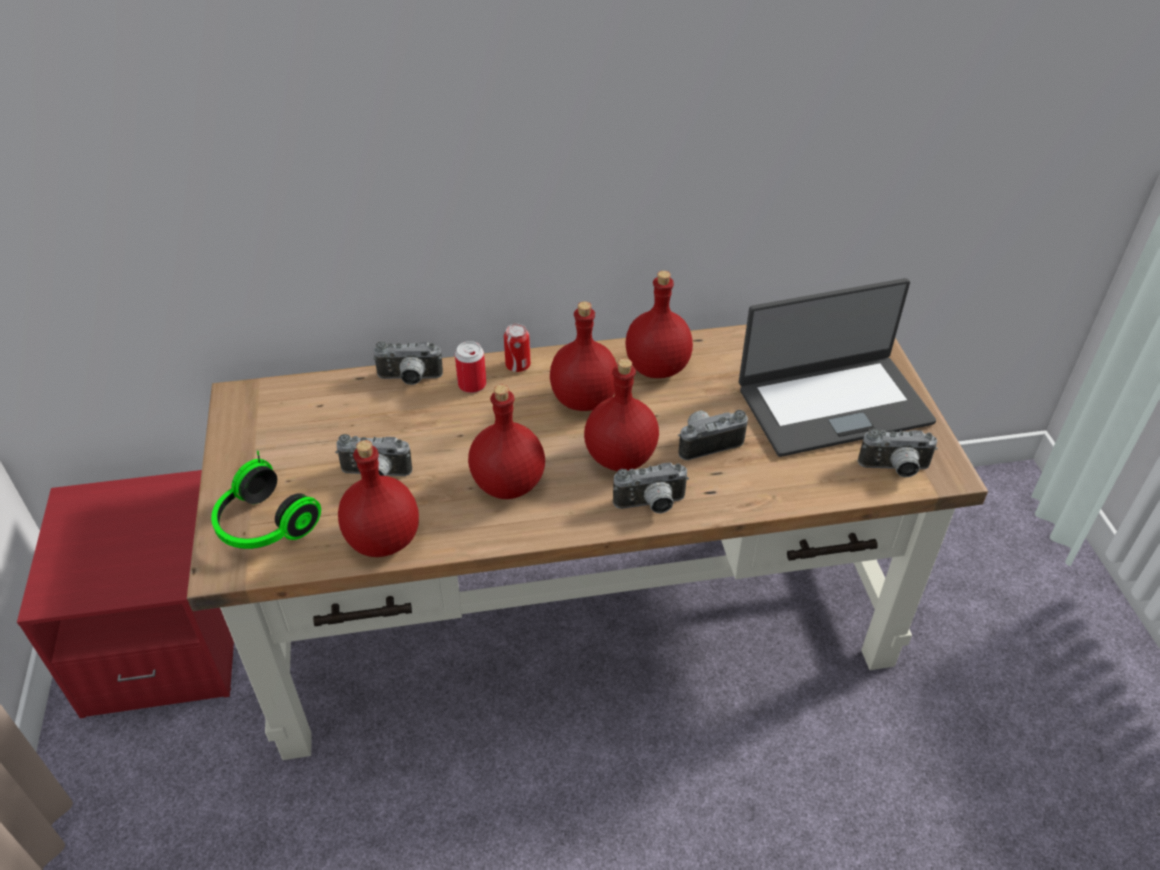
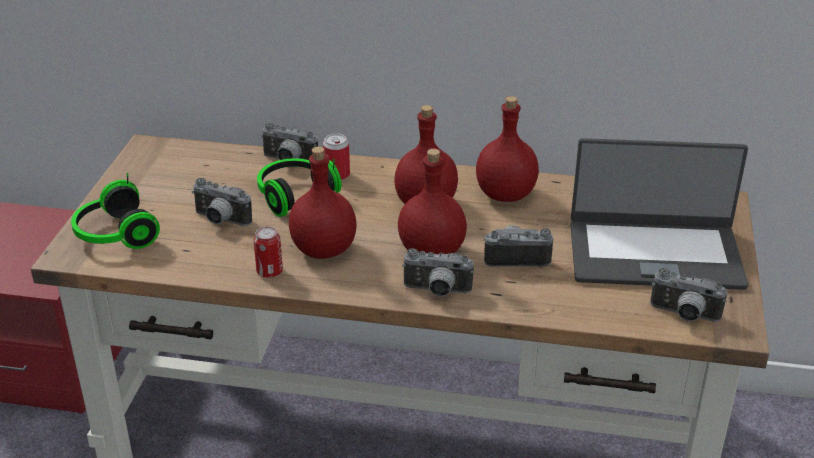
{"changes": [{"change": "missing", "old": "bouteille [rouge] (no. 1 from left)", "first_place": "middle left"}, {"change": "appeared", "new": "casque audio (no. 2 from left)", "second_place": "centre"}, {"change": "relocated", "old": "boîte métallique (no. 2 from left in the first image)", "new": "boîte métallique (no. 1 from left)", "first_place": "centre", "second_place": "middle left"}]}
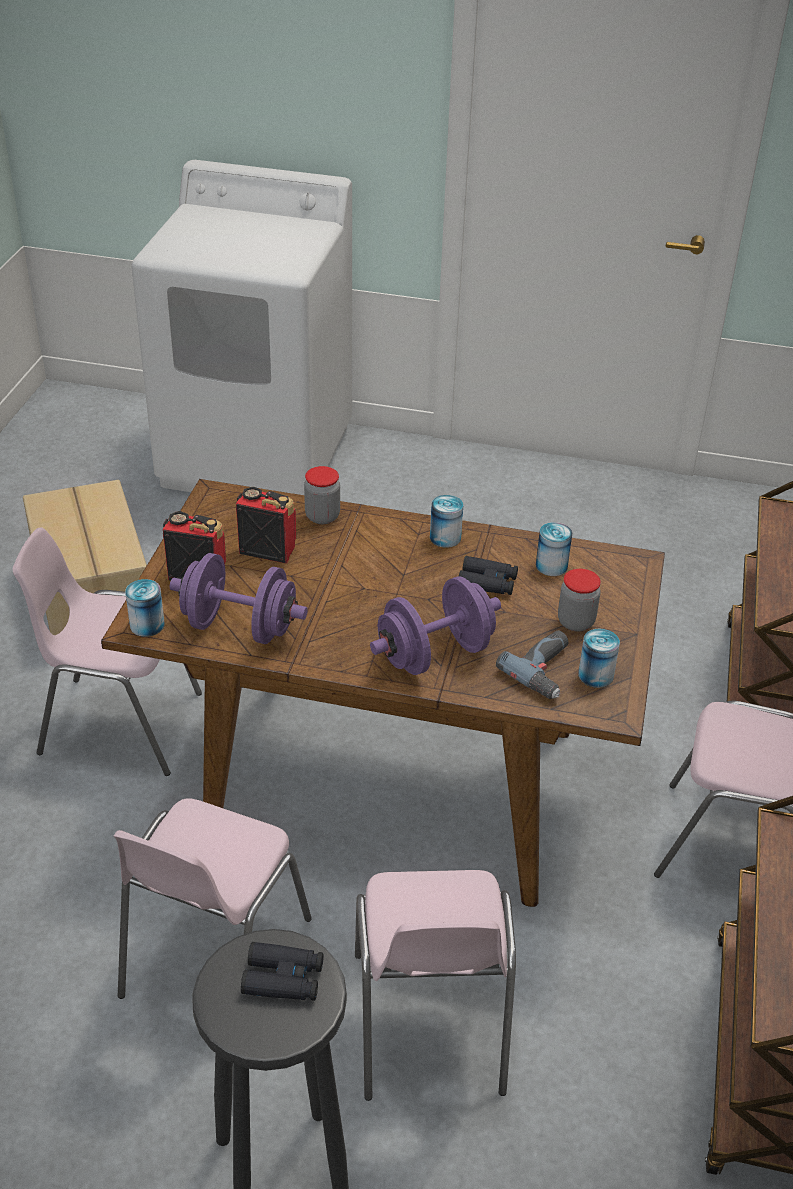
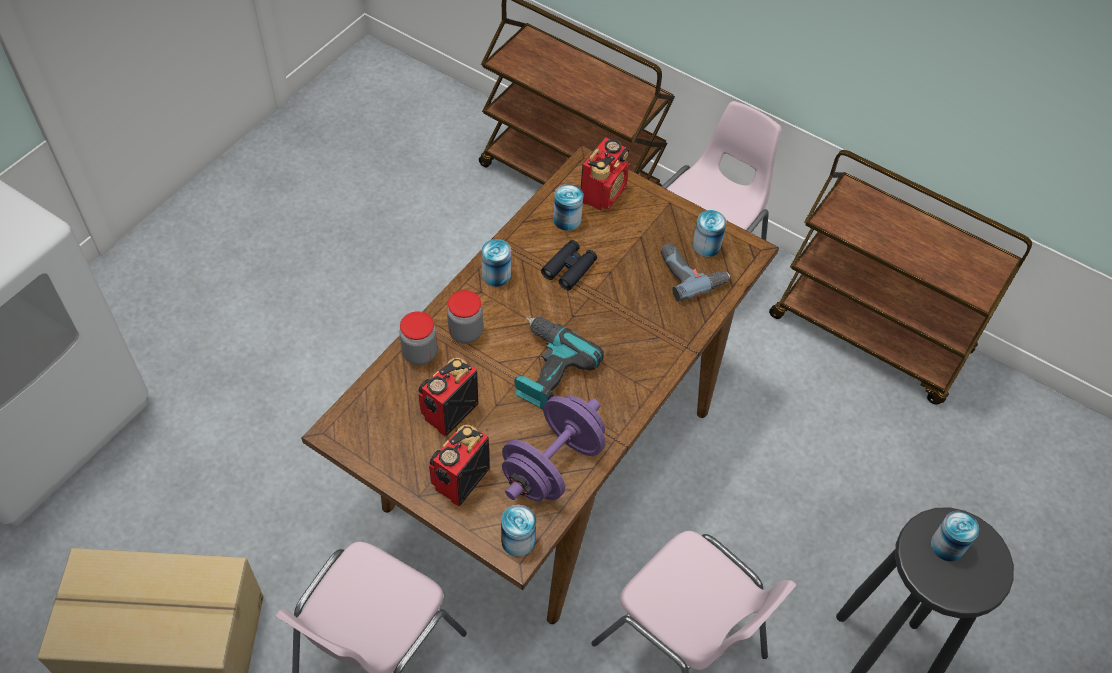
{"changes": [{"change": "missing", "old": "chaise [rose] (no. 3 from left)", "first_place": "bottom centre"}, {"change": "missing", "old": "haltère [violet] (no. 2 from left)", "first_place": "centre"}, {"change": "appeared", "new": "perceuse (no. 1 from left)", "second_place": "centre"}, {"change": "appeared", "new": "radio (no. 3 from left)", "second_place": "top centre"}, {"change": "relocated", "old": "bocal (no. 2 from left)", "first_place": "middle right", "second_place": "centre"}, {"change": "exchanged", "old": "jumelles [noir] (no. 1 from left)", "new": "boîte métallique (no. 5 from left)", "first_place": "bottom centre", "second_place": "bottom right"}]}
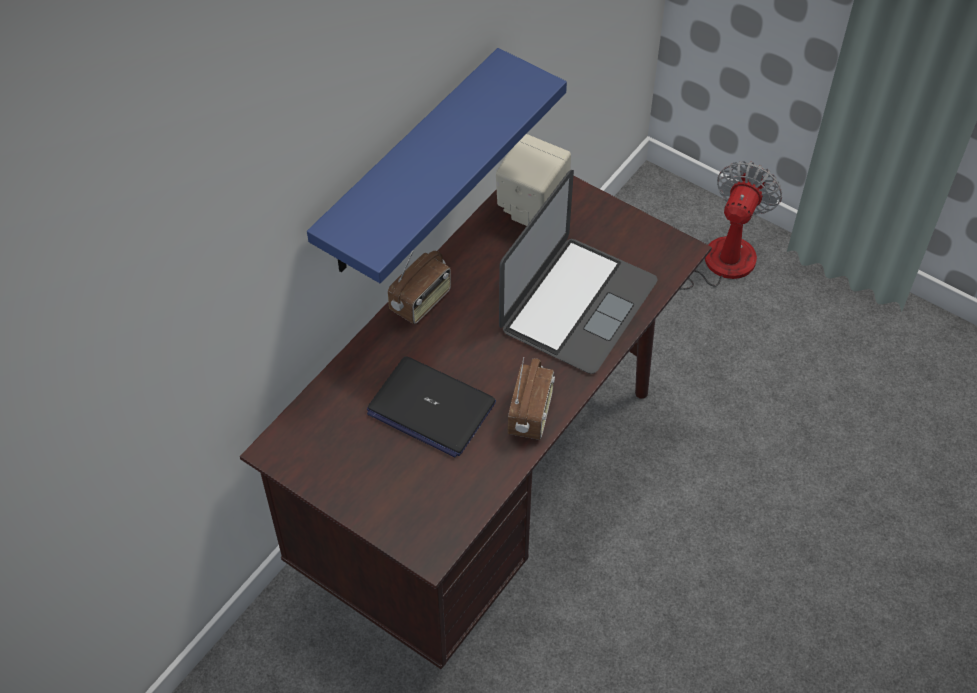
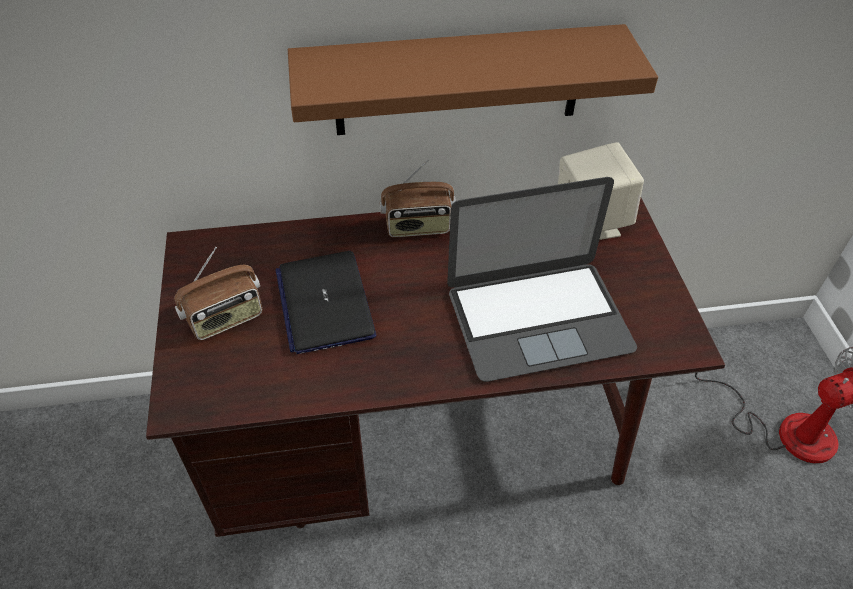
{"changes": [{"change": "relocated", "old": "radio (no. 2 from left in the first image)", "new": "radio (no. 1 from left)", "first_place": "centre", "second_place": "middle left"}, {"change": "colour", "old": "étagère [bleu]", "new": "étagère [marron]", "first_place": "top centre", "second_place": "top centre"}]}
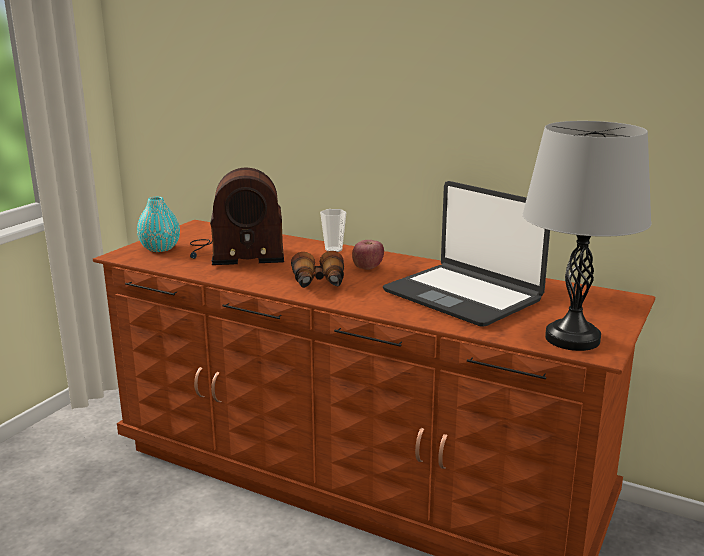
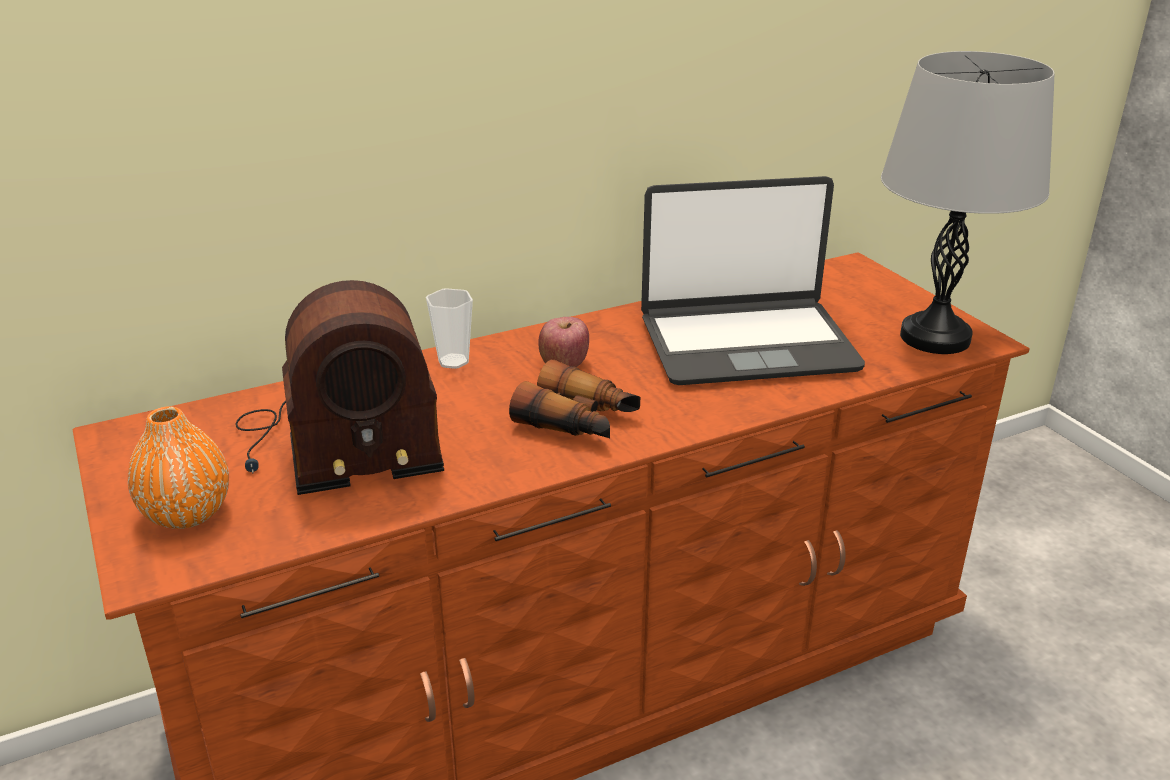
{"changes": [{"change": "colour", "old": "vase [turquoise]", "new": "vase [orange]", "first_place": "middle left", "second_place": "middle left"}, {"change": "spun", "old": "radio", "first_place": "centre", "second_place": "middle left", "degrees": 45}]}
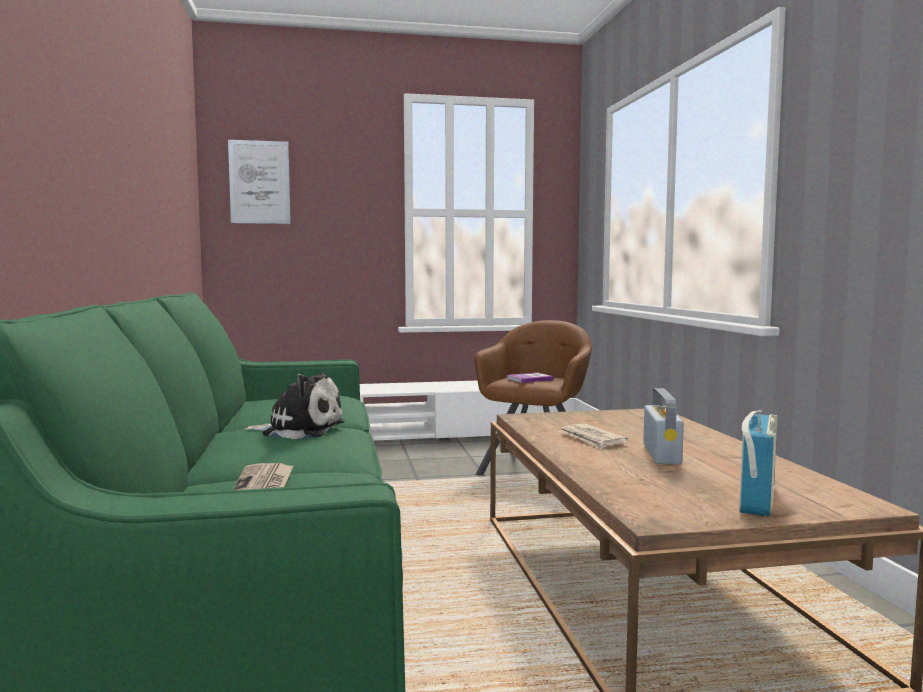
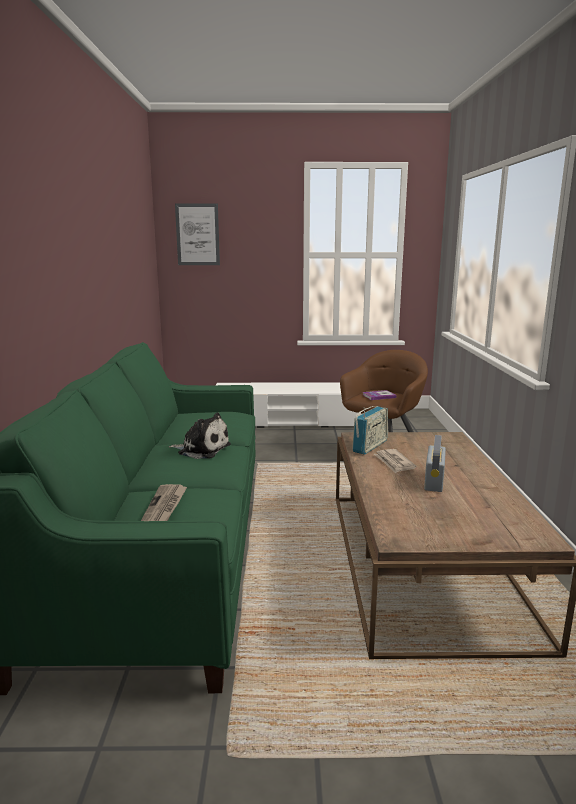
{"changes": [{"change": "relocated", "old": "radio (no. 2 from left in the first image)", "new": "radio (no. 1 from left)", "first_place": "bottom right", "second_place": "centre"}]}
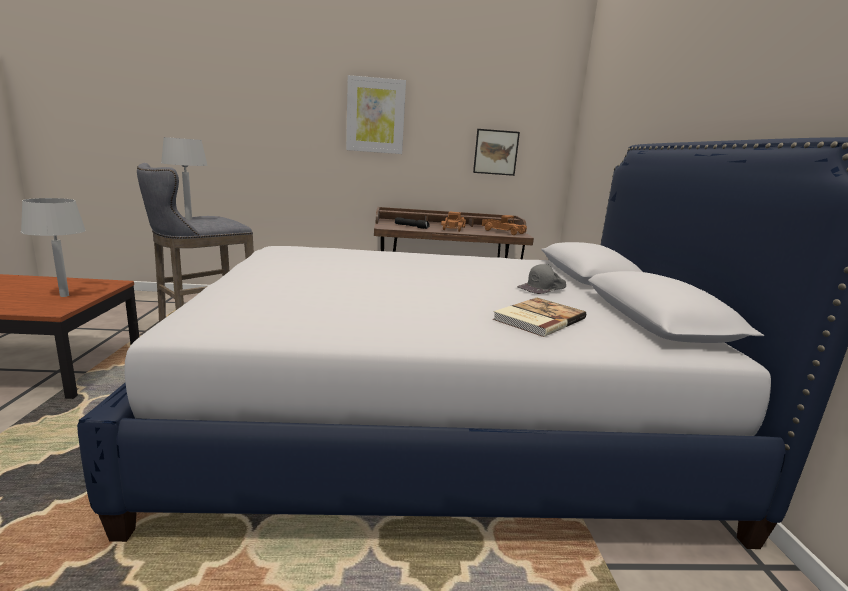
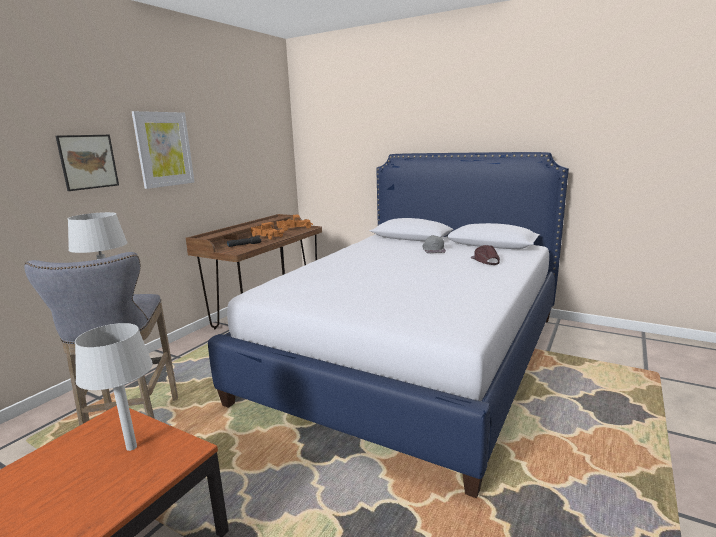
{"changes": [{"change": "relocated", "old": "tableau (no. 2 from left in the first image)", "new": "tableau (no. 1 from left)", "first_place": "top centre", "second_place": "top left"}, {"change": "exchanged", "old": "livre", "new": "casquette [marron]", "first_place": "centre", "second_place": "middle right"}]}
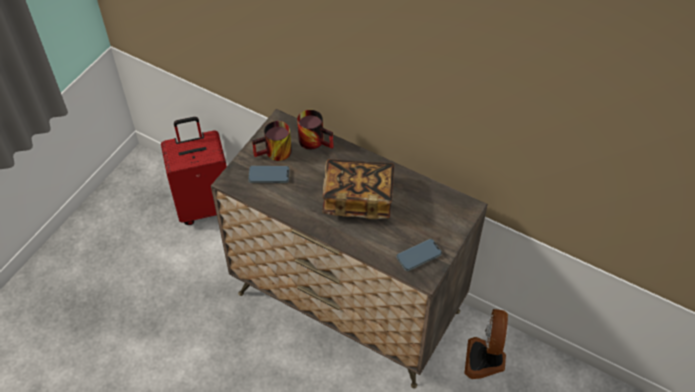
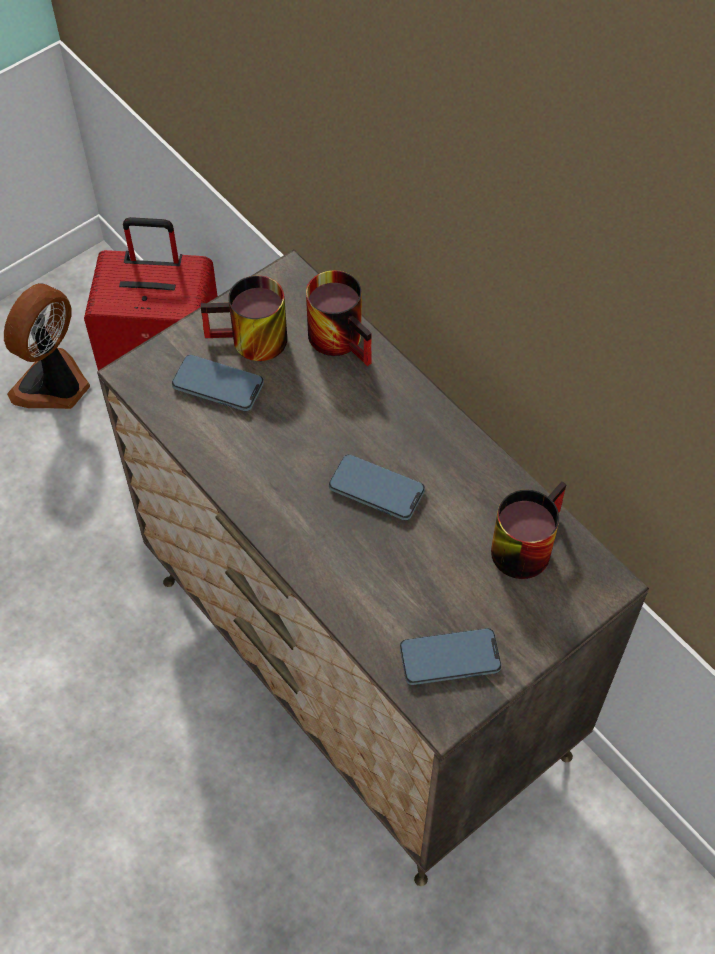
{"changes": [{"change": "appeared", "new": "mug (no. 3 from left)", "second_place": "middle right"}, {"change": "relocated", "old": "ventilateur", "first_place": "bottom right", "second_place": "middle left"}, {"change": "exchanged", "old": "livre", "new": "téléphone (no. 2 from left)", "first_place": "centre", "second_place": "centre"}]}
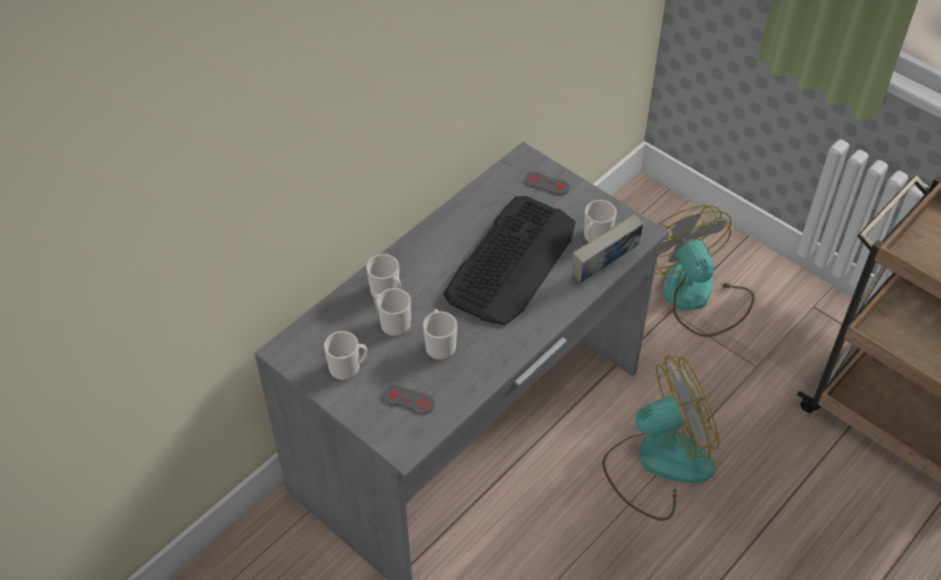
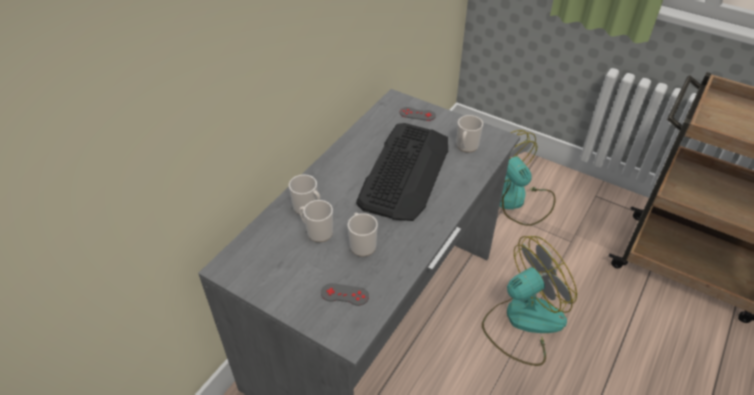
{"changes": [{"change": "missing", "old": "mug (no. 1 from left)", "first_place": "centre"}, {"change": "missing", "old": "livre", "first_place": "centre"}]}
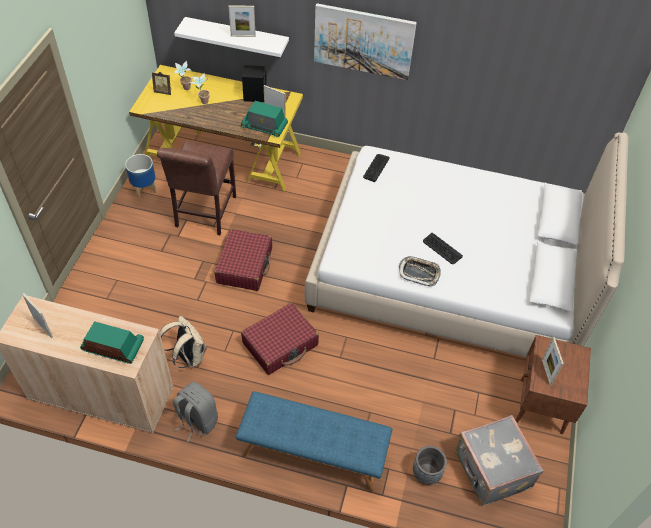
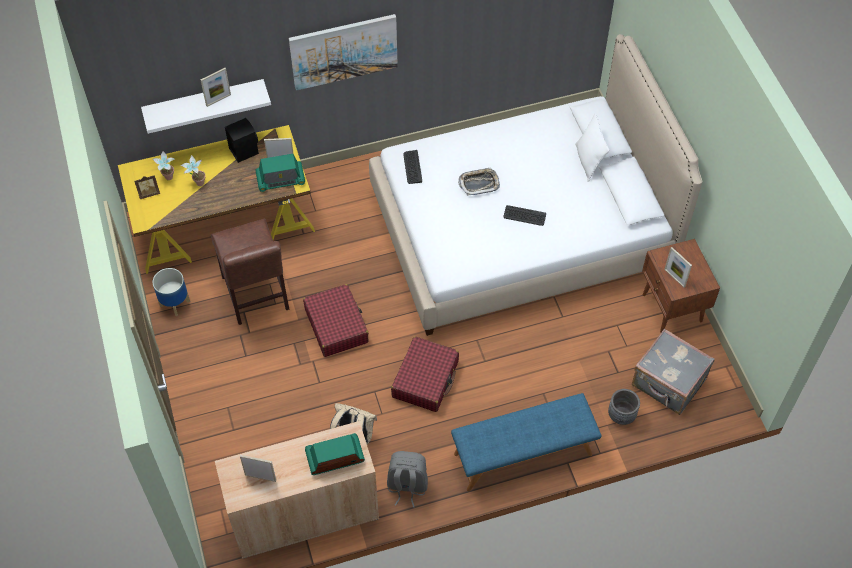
{"changes": [{"change": "appeared", "new": "coussin [blanc]", "second_place": "top right"}, {"change": "relocated", "old": "plateau", "first_place": "centre", "second_place": "top centre"}]}
